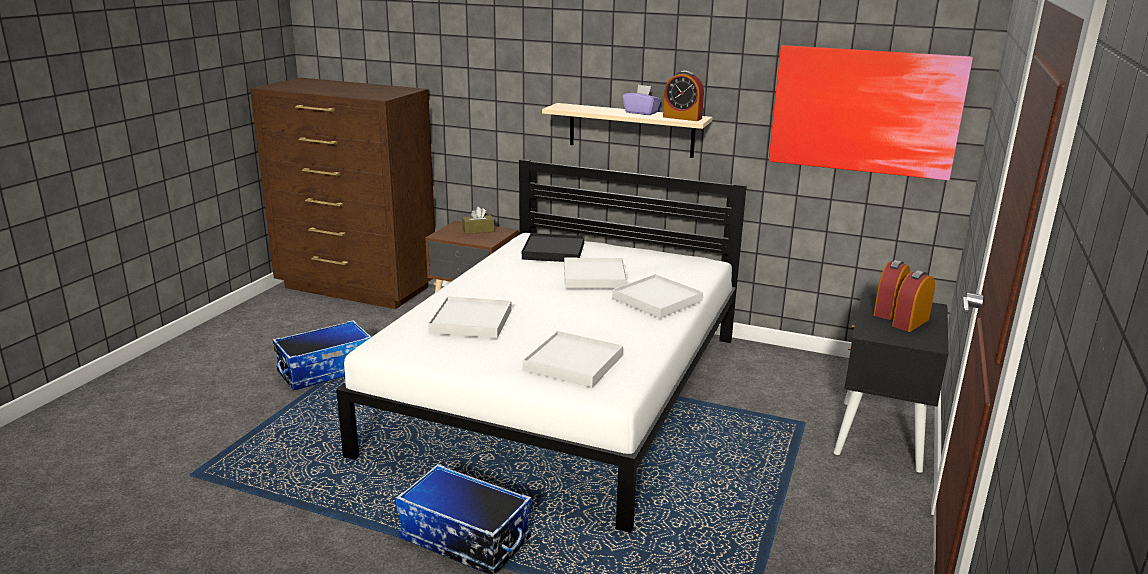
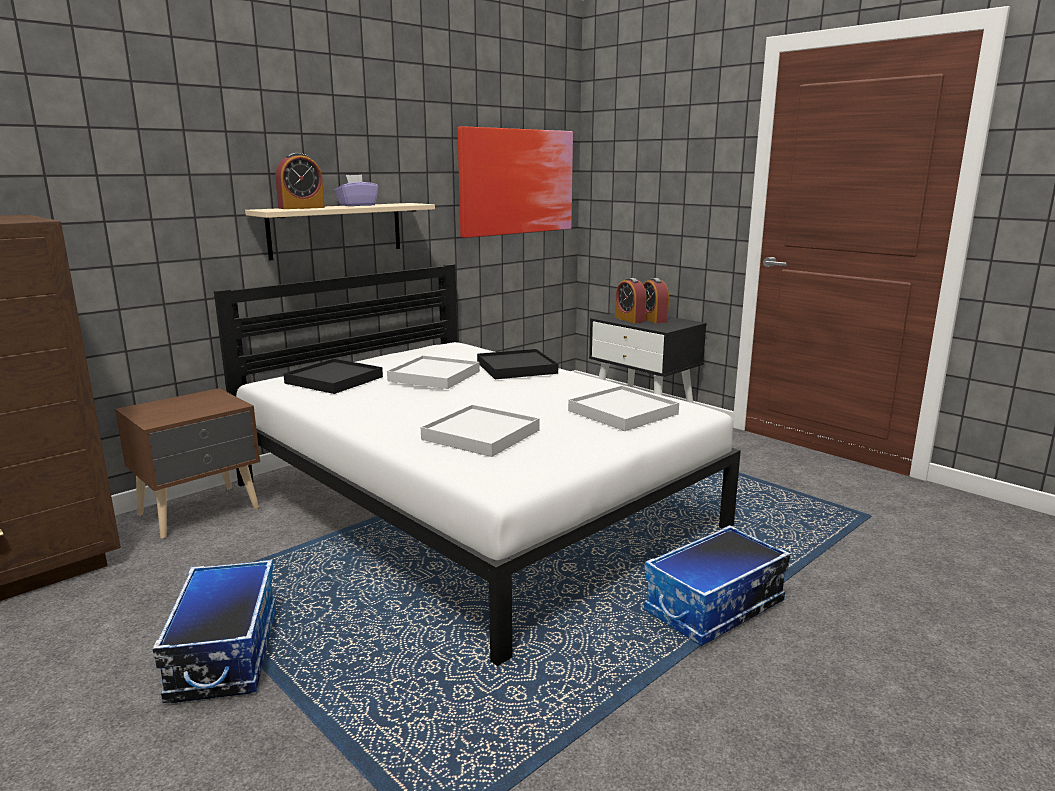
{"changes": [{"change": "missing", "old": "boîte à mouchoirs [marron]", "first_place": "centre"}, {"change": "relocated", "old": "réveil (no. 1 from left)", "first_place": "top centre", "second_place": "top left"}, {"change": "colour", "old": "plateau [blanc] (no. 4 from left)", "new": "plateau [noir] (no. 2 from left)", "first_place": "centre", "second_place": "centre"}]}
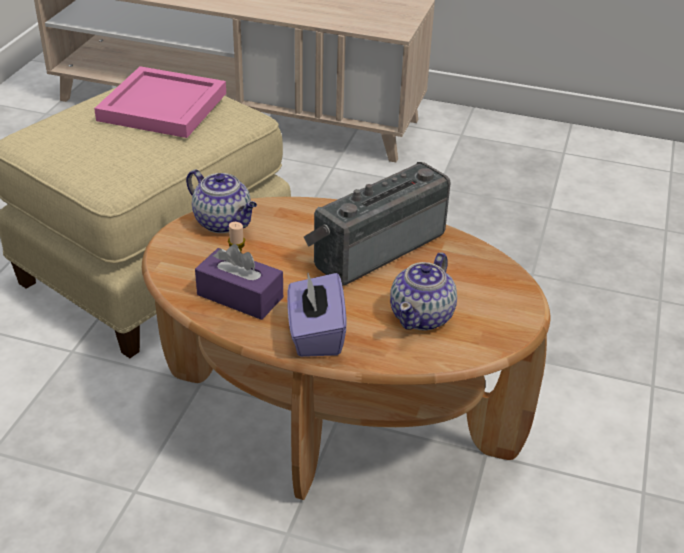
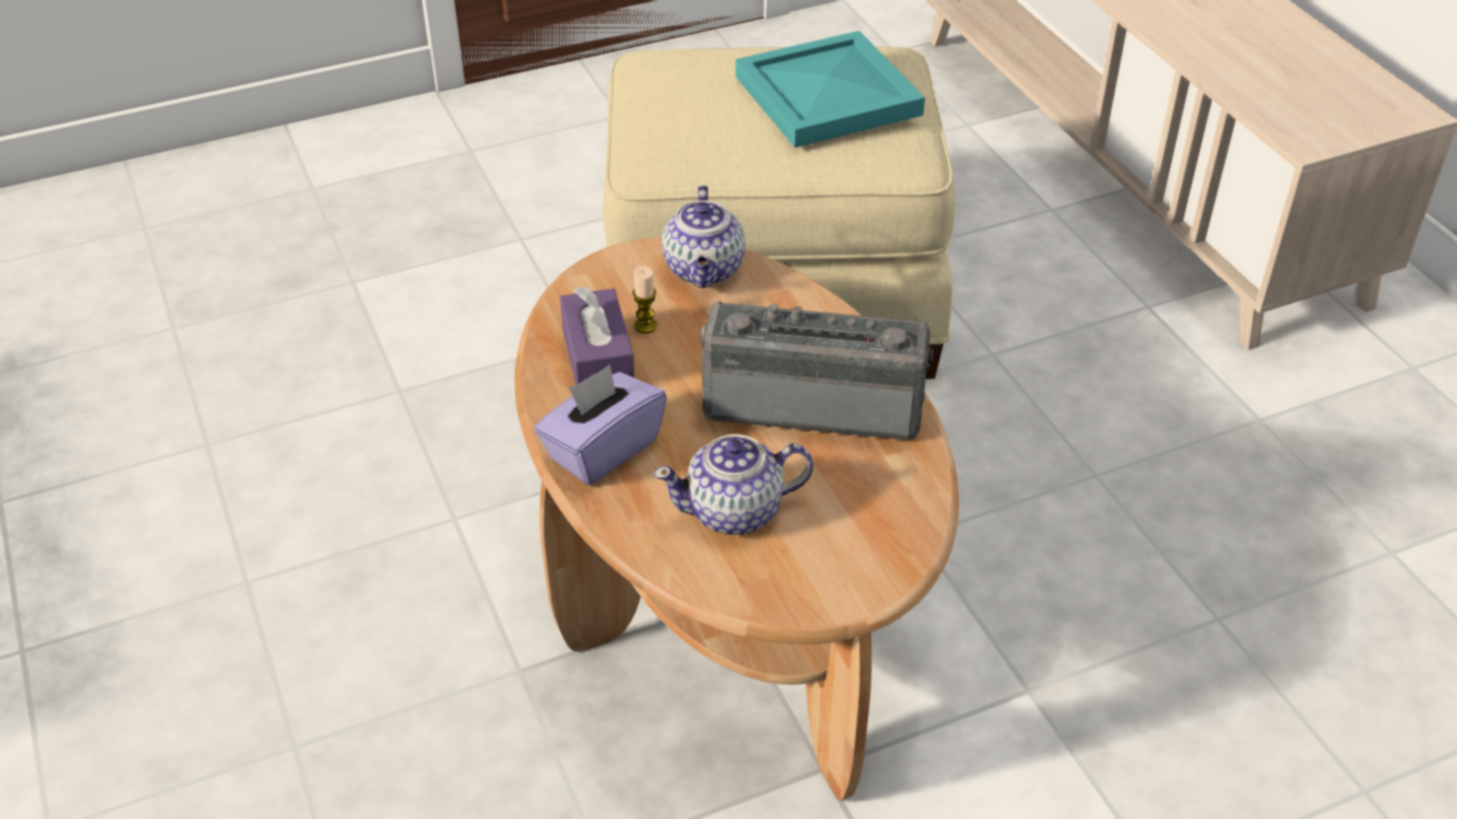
{"changes": [{"change": "colour", "old": "plateau [rose]", "new": "plateau [turquoise]", "first_place": "top left", "second_place": "top centre"}]}
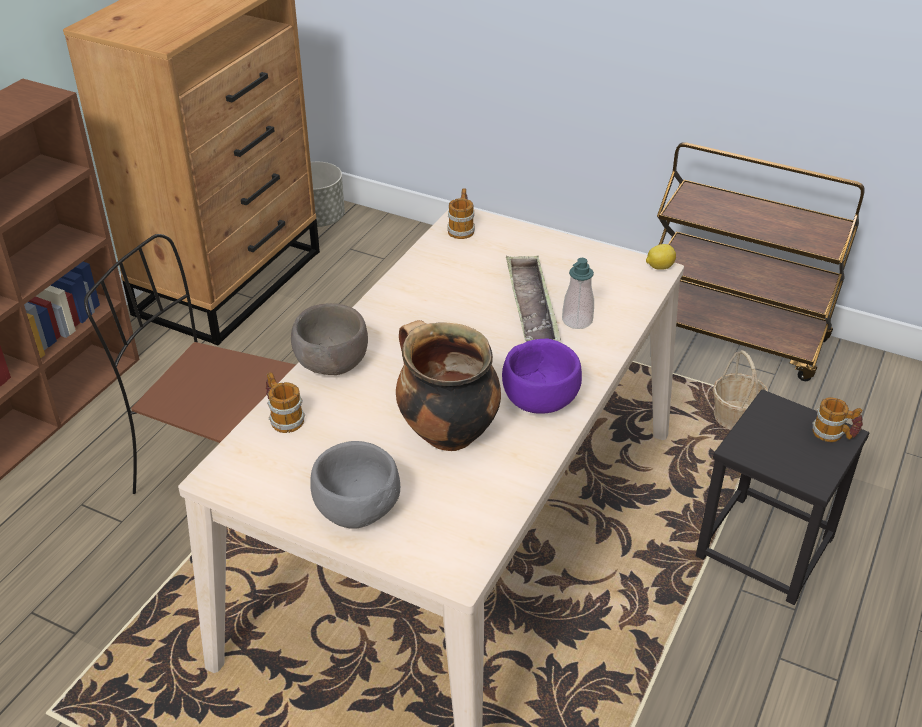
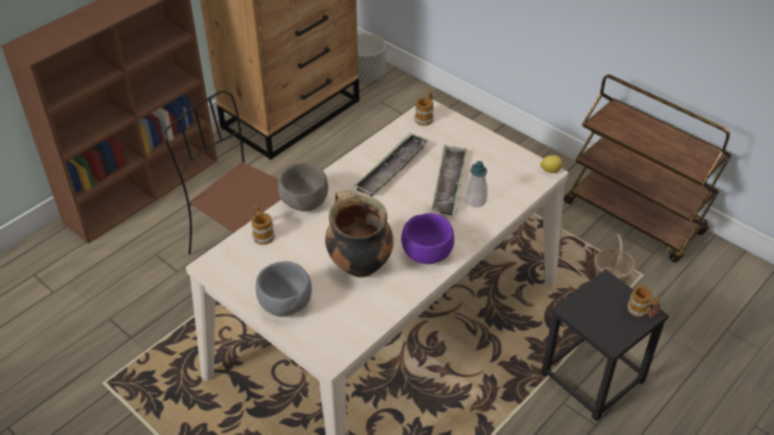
{"changes": [{"change": "appeared", "new": "plateau (no. 1 from left)", "second_place": "centre"}]}
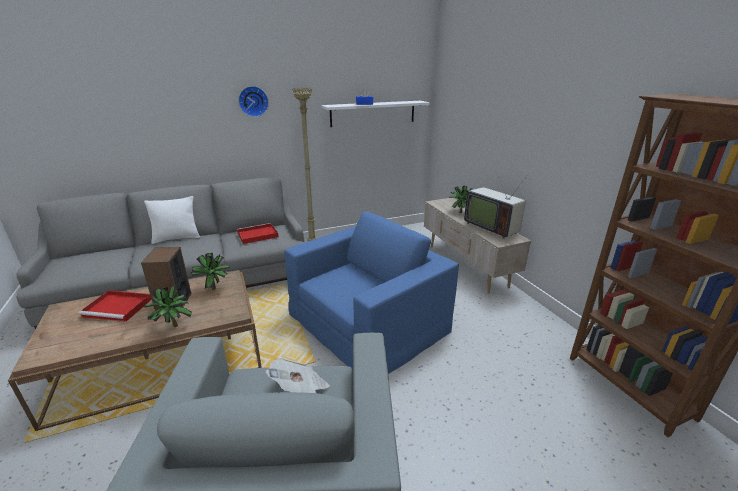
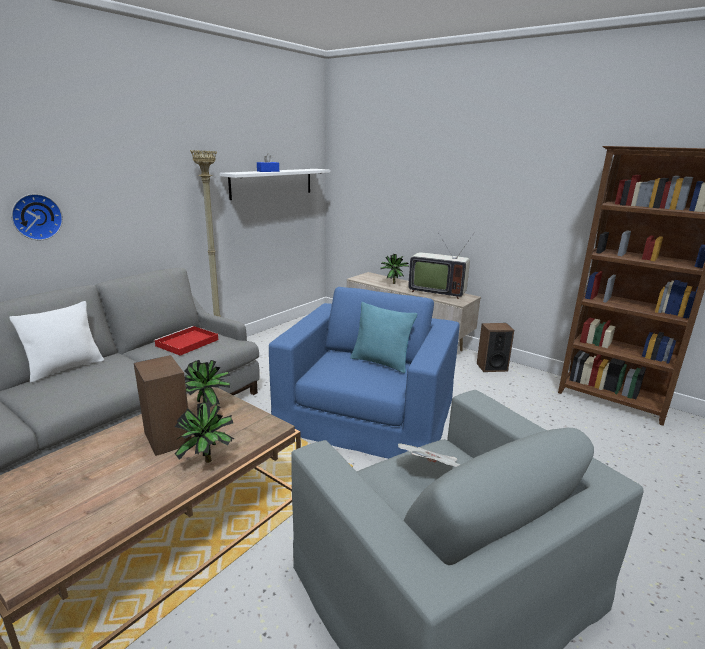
{"changes": [{"change": "missing", "old": "plateau [rouge] (no. 1 from left)", "first_place": "middle left"}, {"change": "appeared", "new": "coussin [turquoise]", "second_place": "centre"}, {"change": "appeared", "new": "enceinte (no. 2 from left)", "second_place": "middle right"}, {"change": "relocated", "old": "horloge murale", "first_place": "top centre", "second_place": "middle left"}]}
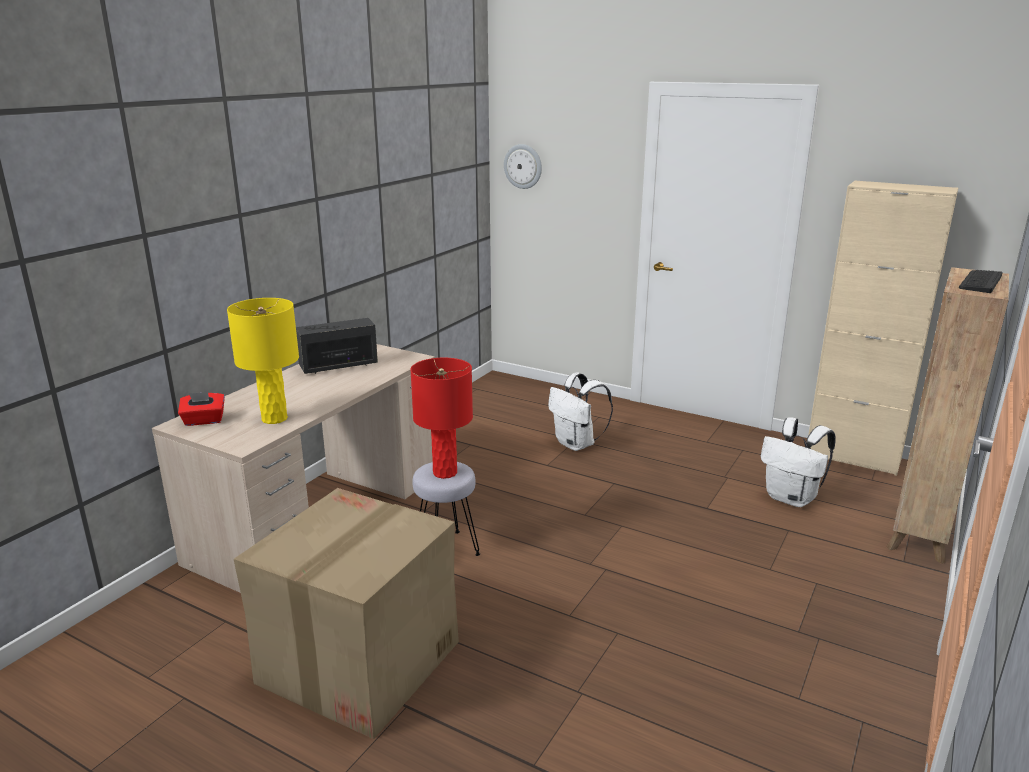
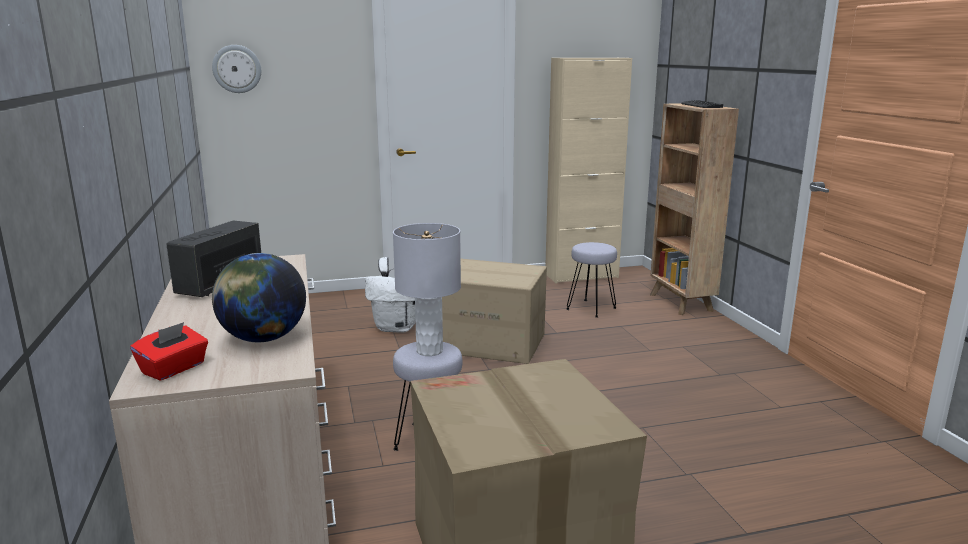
{"changes": [{"change": "appeared", "new": "carton (no. 1 from left)", "second_place": "centre"}, {"change": "exchanged", "old": "lampe de table [jaune]", "new": "globe", "first_place": "middle left", "second_place": "middle left"}, {"change": "exchanged", "old": "sac à dos [blanc] (no. 2 from left)", "new": "tabouret [gris] (no. 2 from left)", "first_place": "middle right", "second_place": "centre"}, {"change": "colour", "old": "lampe de table [rouge]", "new": "lampe de table [gris]", "first_place": "centre", "second_place": "centre"}]}
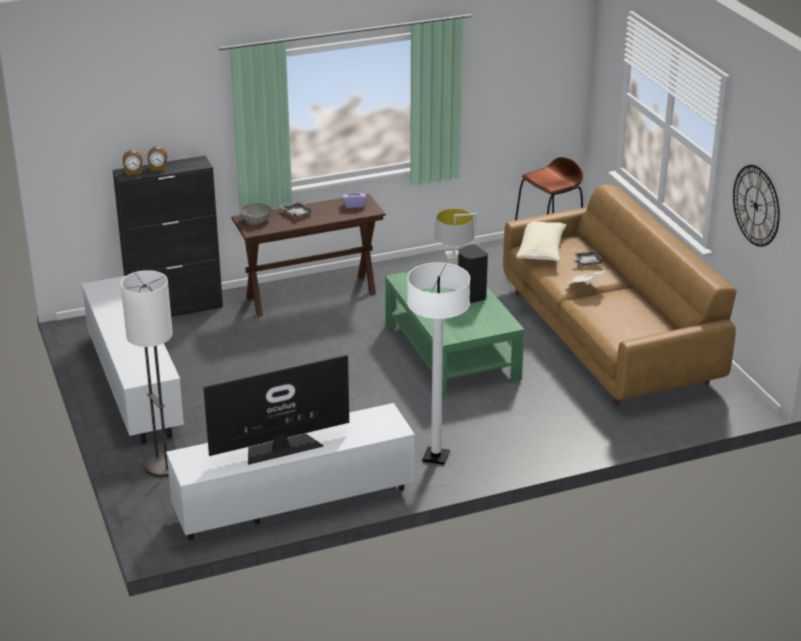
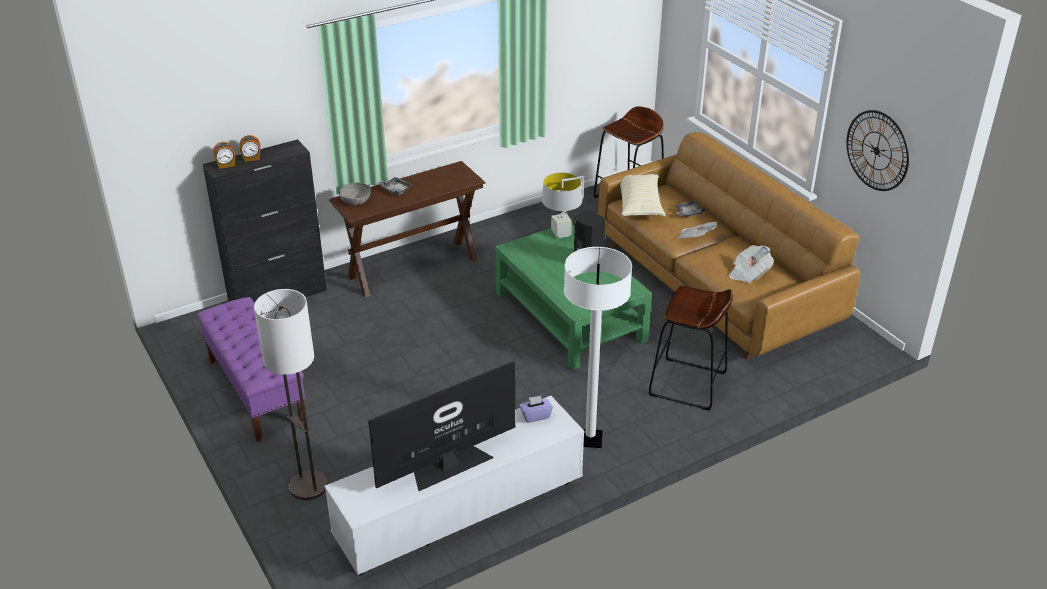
{"changes": [{"change": "appeared", "new": "tabouret [marron] (no. 2 from left)", "second_place": "centre"}, {"change": "appeared", "new": "journal (no. 2 from left)", "second_place": "middle right"}, {"change": "relocated", "old": "boîte à mouchoirs [violet]", "first_place": "top centre", "second_place": "bottom centre"}, {"change": "exchanged", "old": "meuble télé [blanc] (no. 1 from left)", "new": "banc [violet]", "first_place": "middle left", "second_place": "middle left"}]}
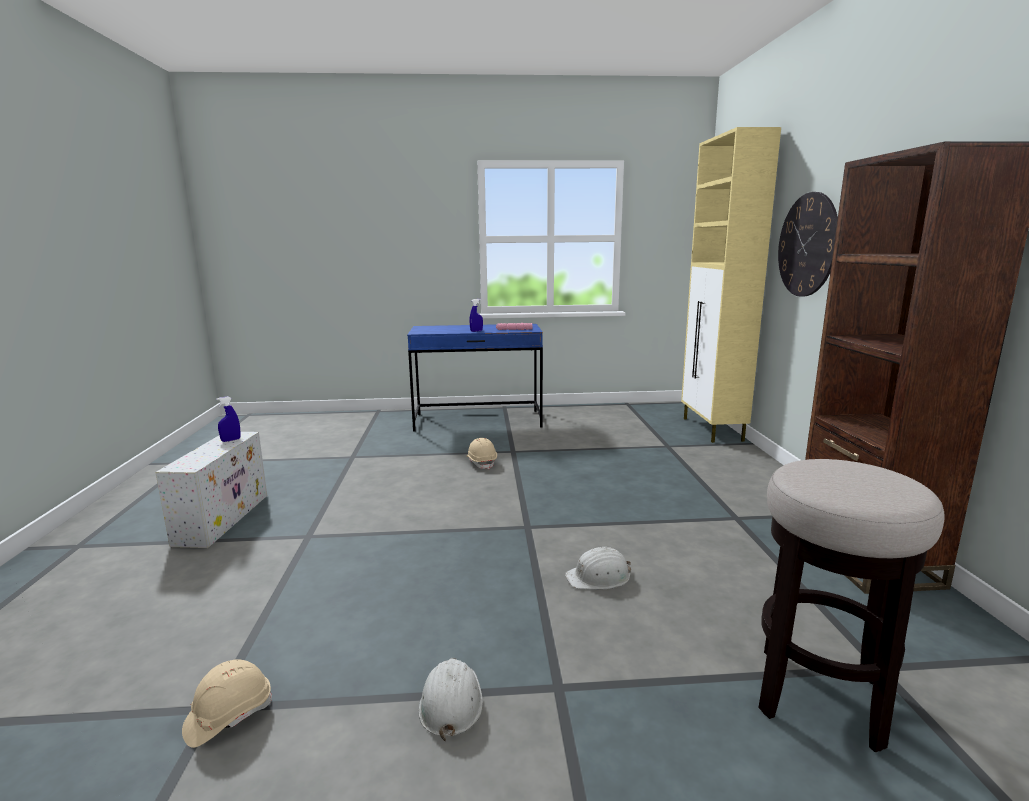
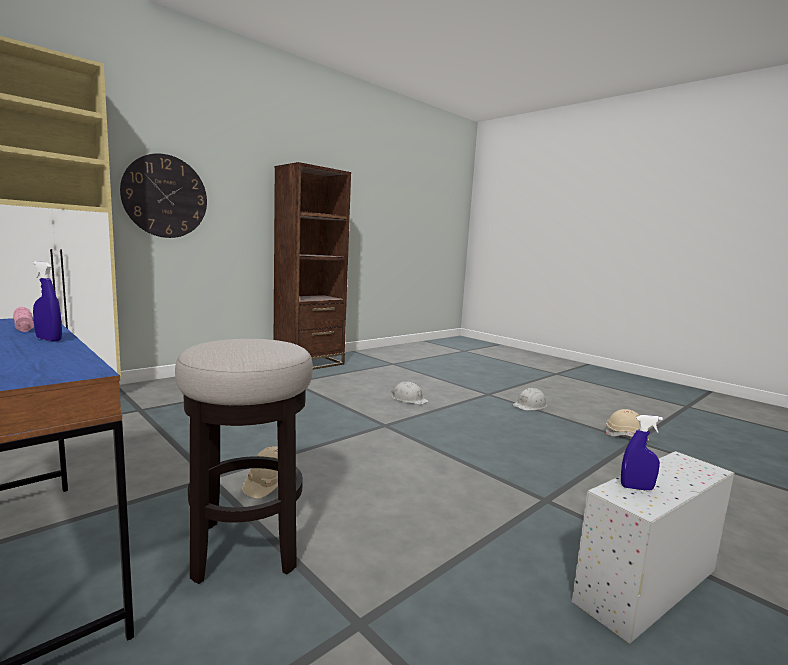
{"changes": [{"change": "relocated", "old": "tabouret", "first_place": "bottom right", "second_place": "bottom left"}]}
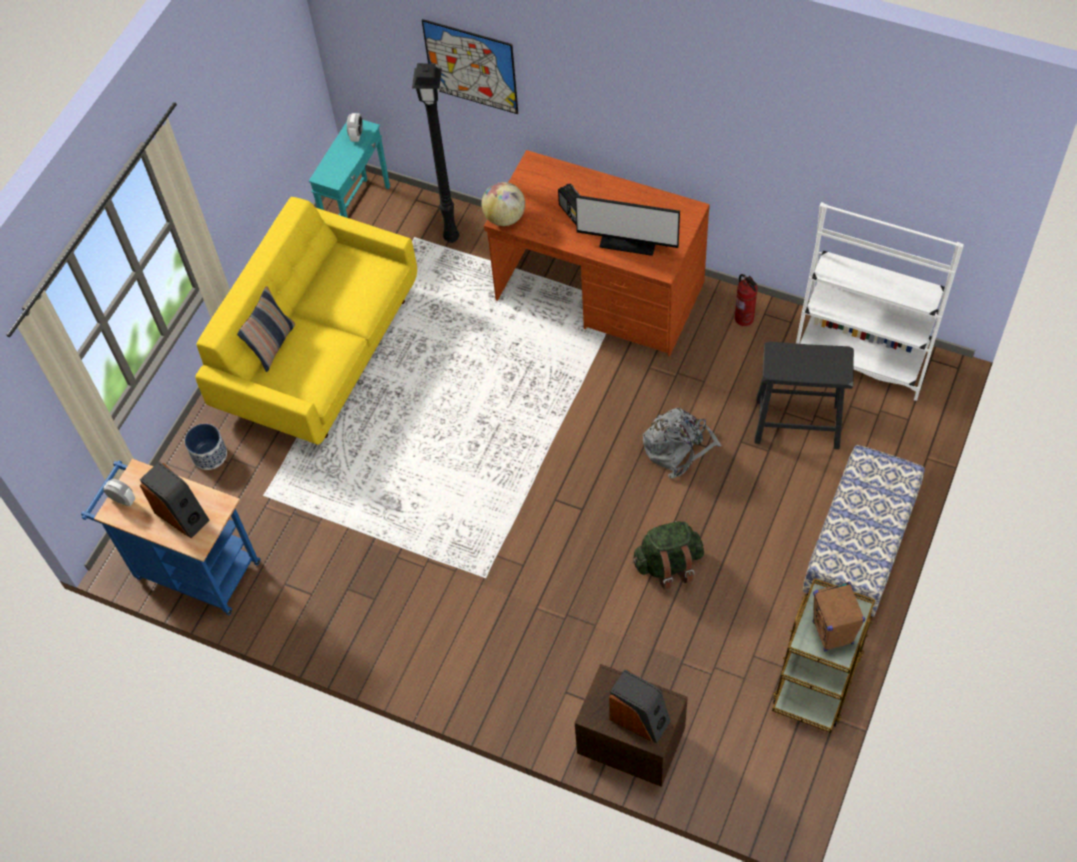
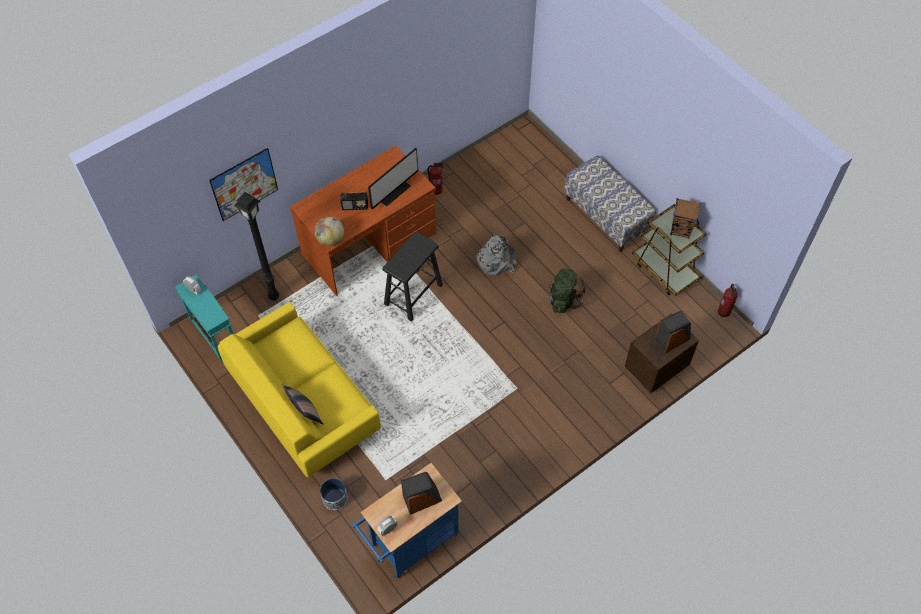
{"changes": [{"change": "missing", "old": "bibliothèque [blanc]", "first_place": "middle right"}, {"change": "appeared", "new": "extincteur (no. 2 from left)", "second_place": "middle right"}, {"change": "relocated", "old": "tabouret [noir]", "first_place": "middle right", "second_place": "centre"}]}
